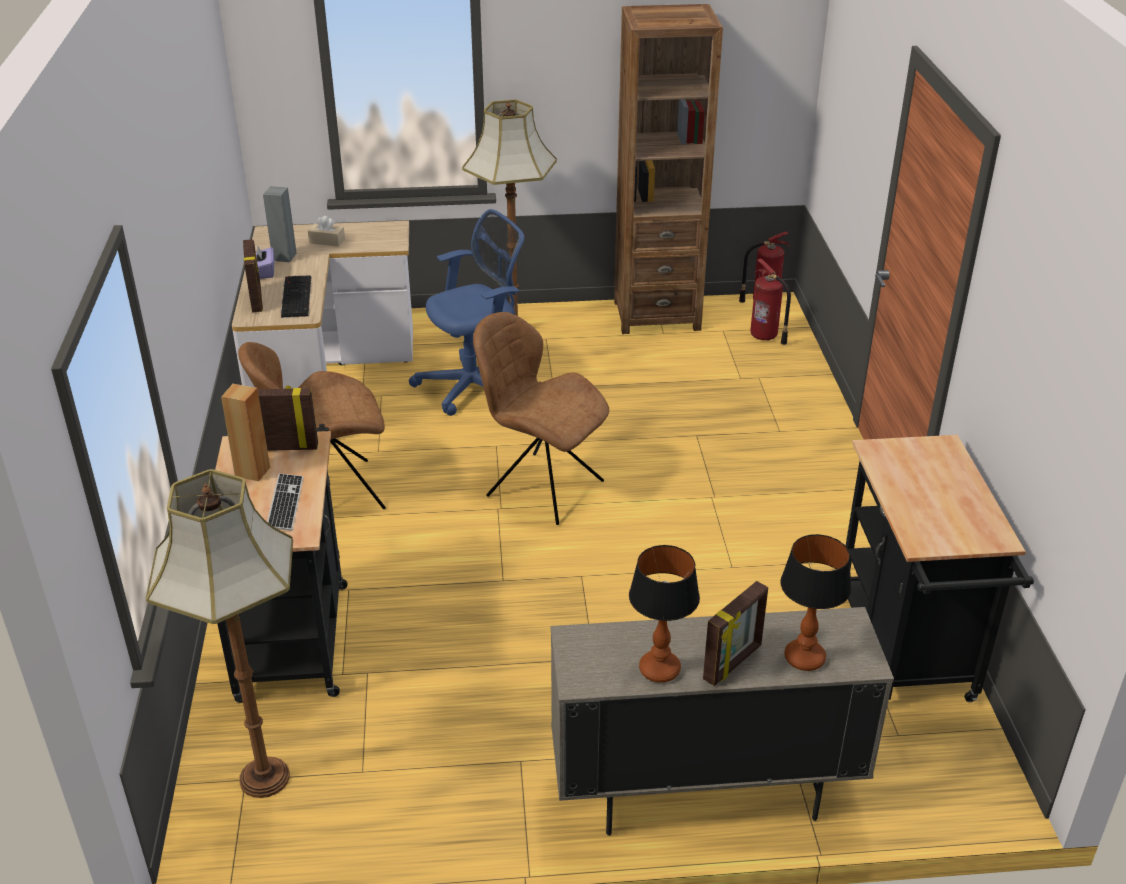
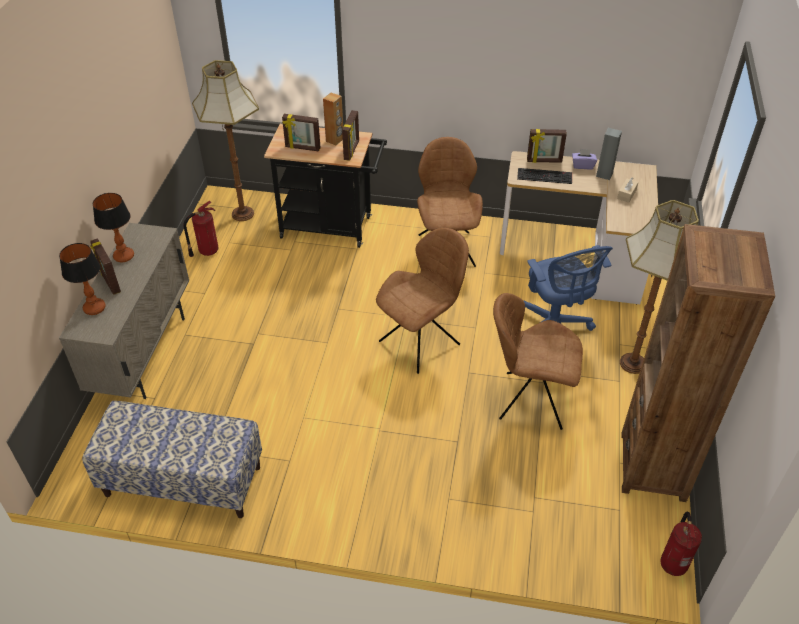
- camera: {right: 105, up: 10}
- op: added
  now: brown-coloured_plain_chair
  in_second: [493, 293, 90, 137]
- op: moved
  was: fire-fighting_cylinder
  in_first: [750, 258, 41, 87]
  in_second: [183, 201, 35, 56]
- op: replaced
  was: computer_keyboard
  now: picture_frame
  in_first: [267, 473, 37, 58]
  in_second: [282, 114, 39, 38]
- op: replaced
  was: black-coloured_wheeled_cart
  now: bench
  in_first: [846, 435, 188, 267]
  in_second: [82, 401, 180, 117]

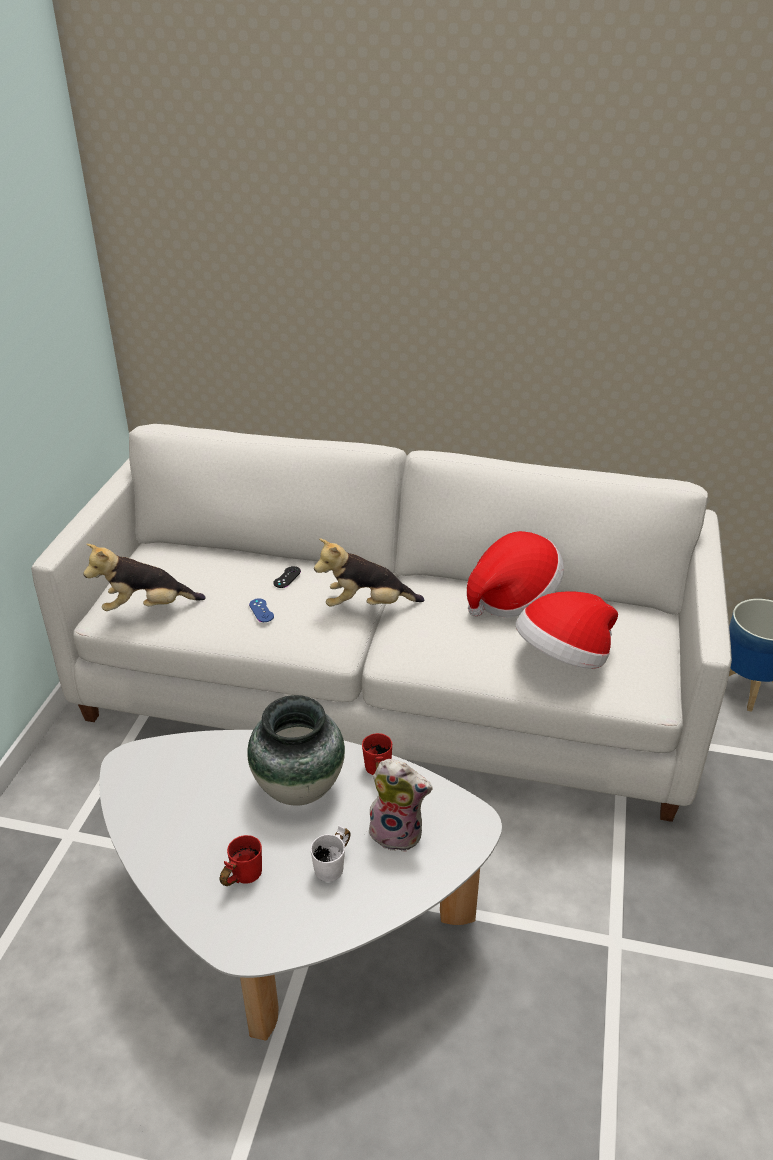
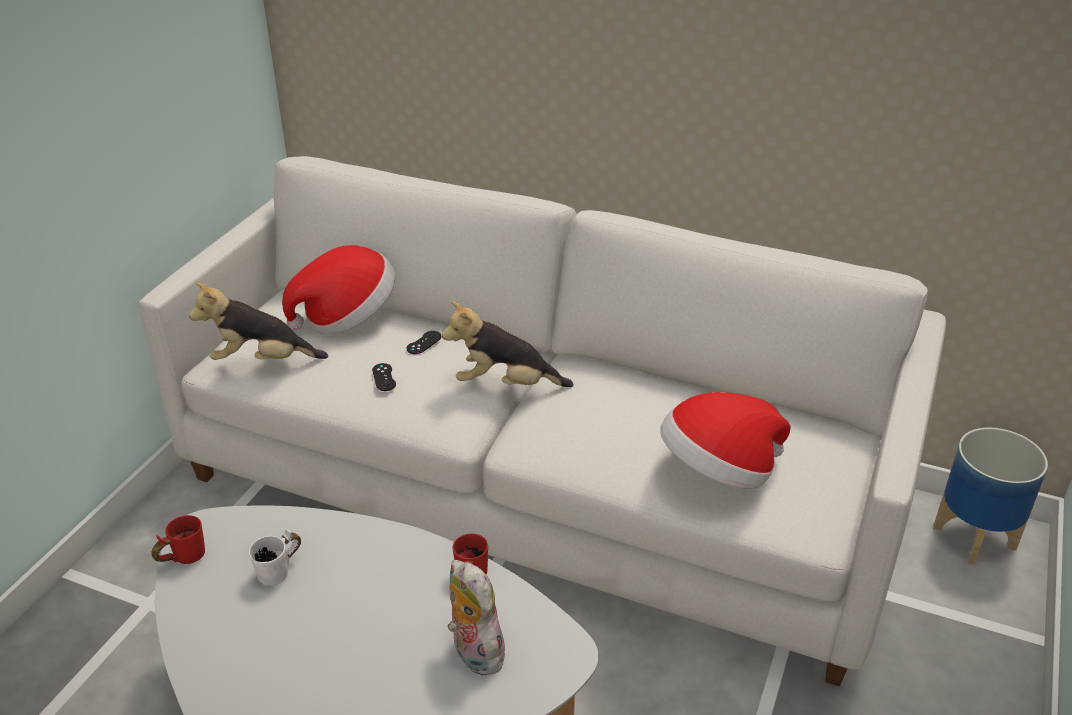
- camera: {right: 10, up: 0}
- op: removed
  was: flower_vase
  in_first: [247, 695, 98, 111]
- op: moved
  was: red-coloured_tea_mug
  in_first: [220, 835, 42, 51]
  in_second: [151, 515, 54, 49]
- op: moved
  was: white-coloured_tea_mug
  in_first: [311, 825, 39, 57]
  in_second: [249, 528, 52, 57]
- op: moved
  was: hat
  in_first: [467, 531, 97, 87]
  in_second: [282, 245, 113, 90]
- op: recoloured
  was: bluish_game_controller
  now: black-coloured_game_controller
  in_first: [249, 598, 25, 24]
  in_second: [372, 363, 24, 28]
- op: turned
  was: soft_toy
  in_first: [369, 759, 64, 93]
  in_second: [448, 560, 61, 116]
  clockwise: -150

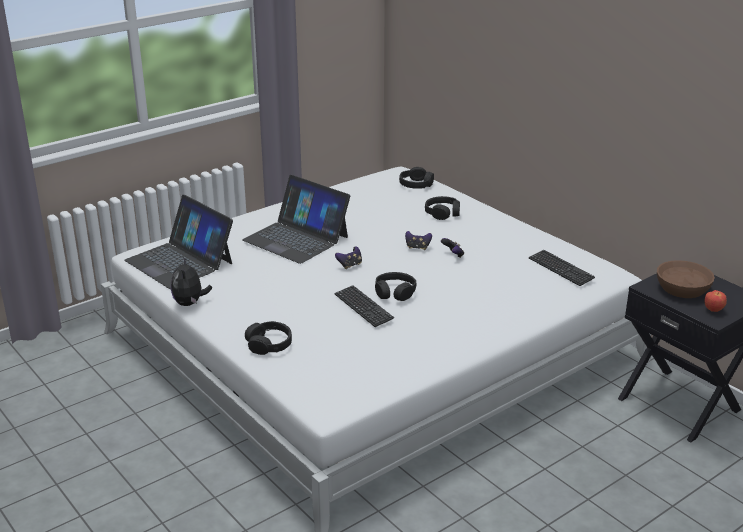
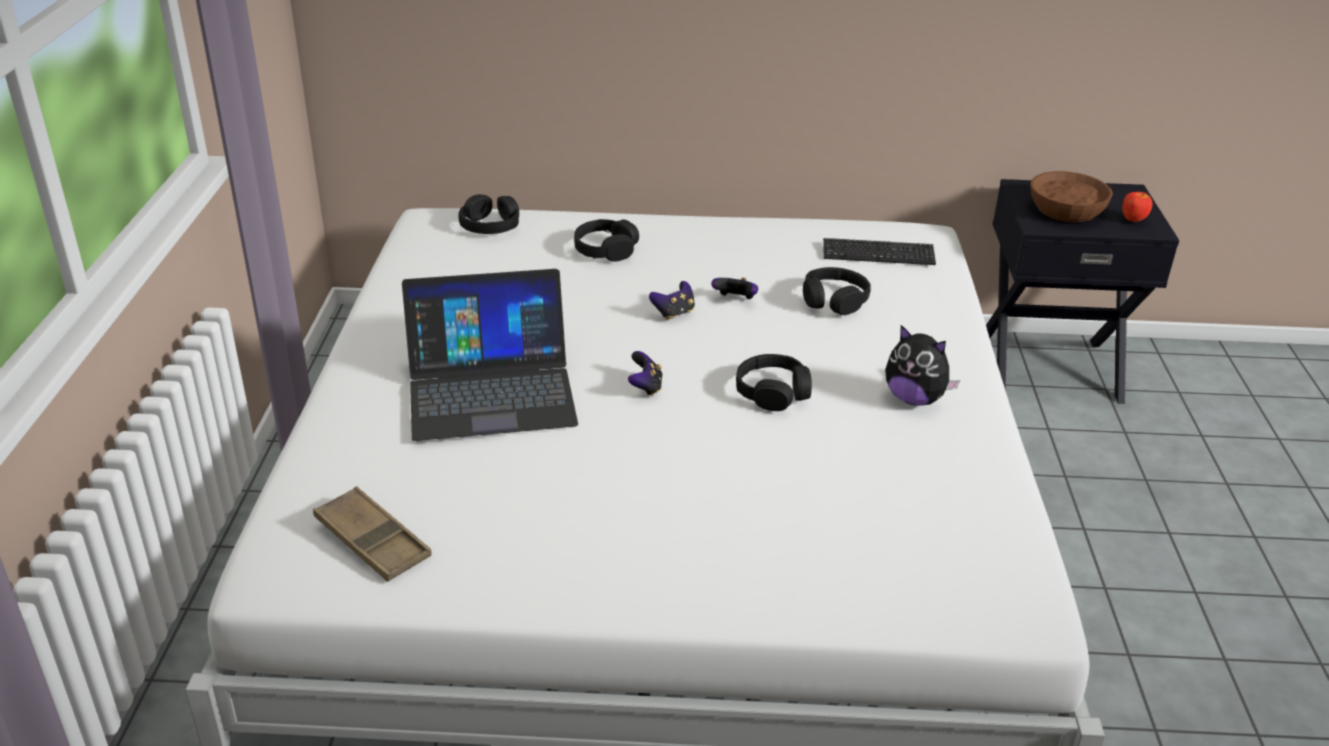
- camera: {right: -50, up: 5}
- op: removed
  was: computer_keyboard
  in_first: [335, 285, 59, 42]
- op: moved
  was: soft_toy
  in_first: [171, 257, 41, 49]
  in_second: [885, 325, 75, 81]
- op: moved
  was: black-coloured_headphones
  in_first: [245, 321, 47, 34]
  in_second: [803, 267, 68, 48]
- op: replaced
  was: laptop
  now: brown-coloured_carrying_tray
  in_first: [124, 195, 109, 94]
  in_second: [313, 486, 118, 96]

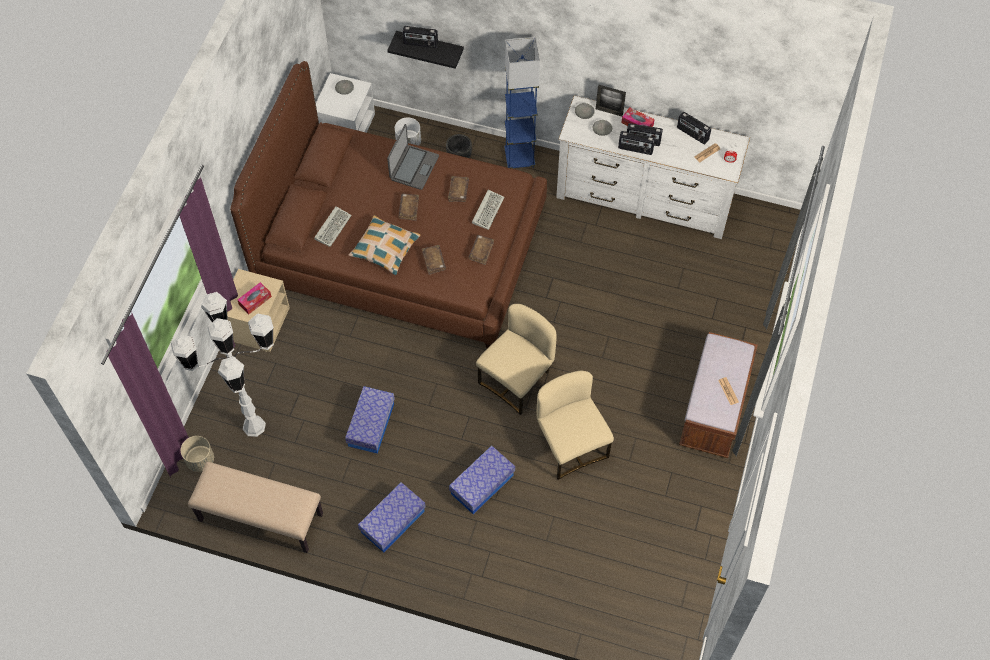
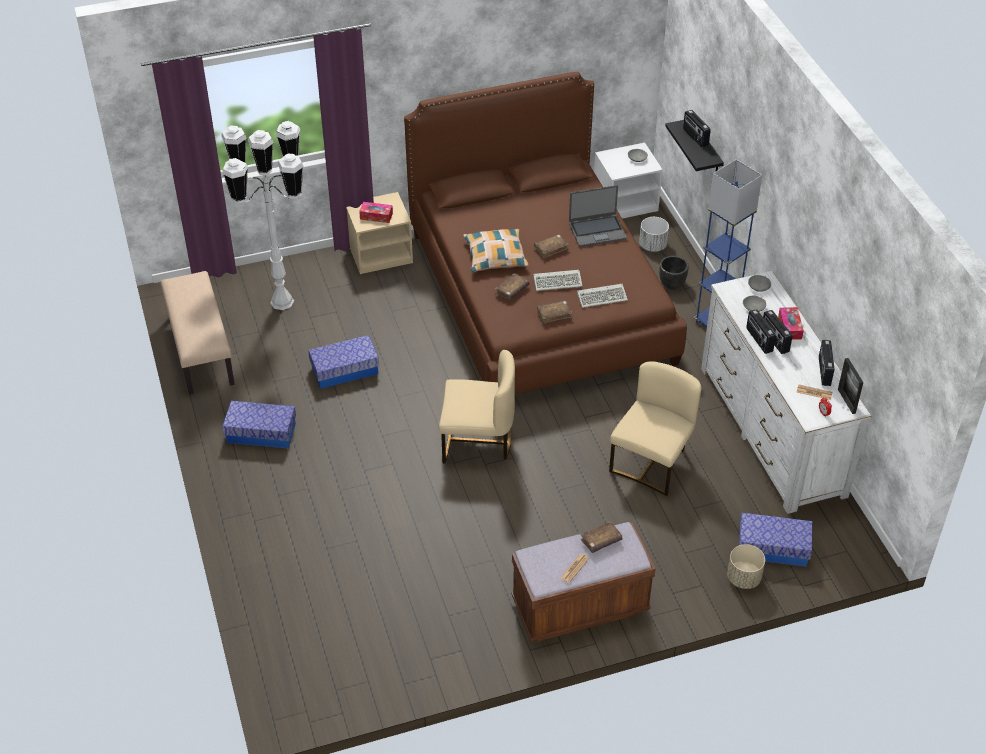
- camera: {right: 55, up: -15}
- op: moved
  was: beige_plant_pot
  in_first: [181, 436, 33, 36]
  in_second: [727, 544, 38, 45]
- op: moved
  was: computer_keyboard
  in_first: [314, 206, 38, 41]
  in_second: [533, 270, 50, 21]
- op: moved
  was: brown-coloured_volume
  in_first: [448, 176, 21, 26]
  in_second: [580, 521, 42, 32]
- op: moved
  was: storage_container
  in_first: [449, 446, 66, 68]
  in_second: [739, 513, 73, 54]
- op: moved
  was: beige_plain_chair
  in_first: [537, 371, 77, 109]
  in_second: [609, 361, 92, 135]
- op: moved
  was: picture_frame
  in_first: [596, 85, 30, 31]
  in_second: [838, 358, 26, 56]

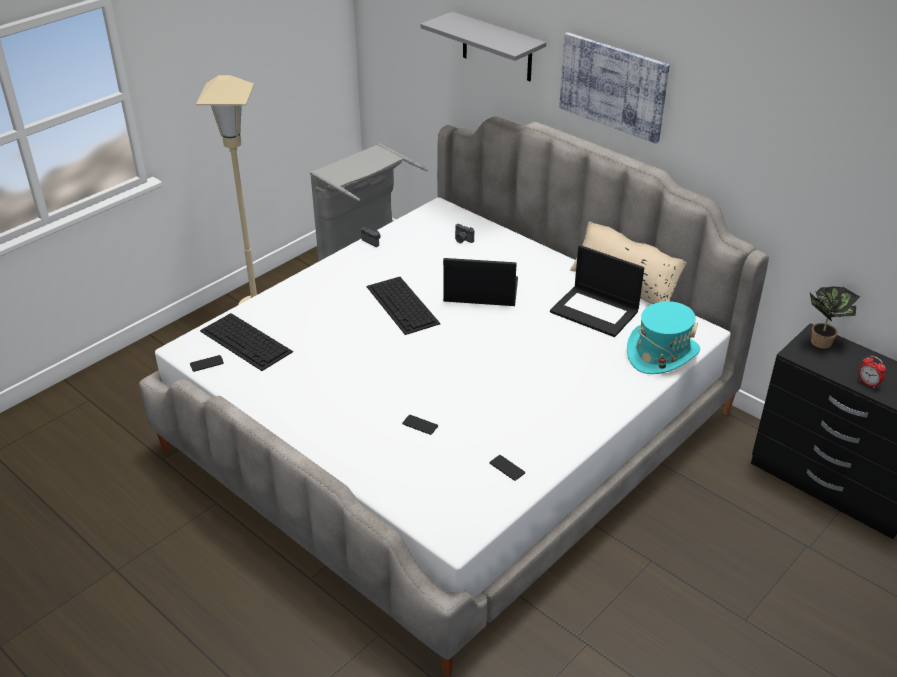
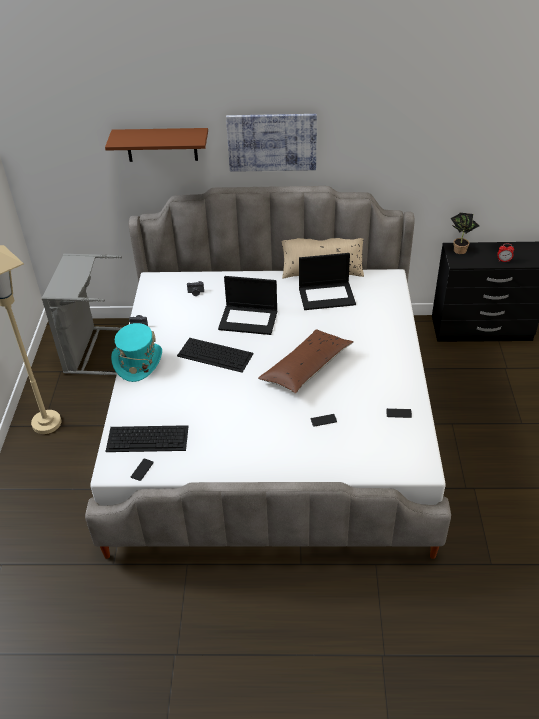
- camera: {right: -40, up: 5}
- op: added
  now: brown-coloured_pillow
  in_second: [258, 329, 96, 65]
- op: moved
  was: turquoise_hat
  in_first: [627, 301, 73, 73]
  in_second: [111, 323, 51, 59]
- op: recoloured
  was: gray_wall_shelf
  now: brown-coloured_wall_shelf
  in_first: [421, 12, 125, 69]
  in_second: [105, 128, 103, 34]
- op: turned
  was: laptop
  in_first: [443, 258, 75, 48]
  in_second: [218, 276, 59, 59]
  clockwise: -135

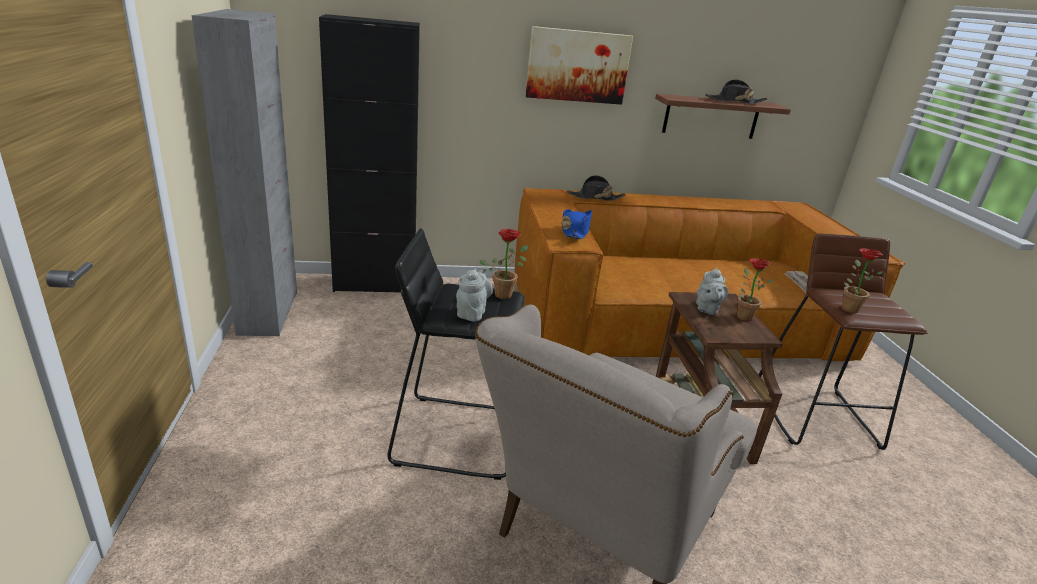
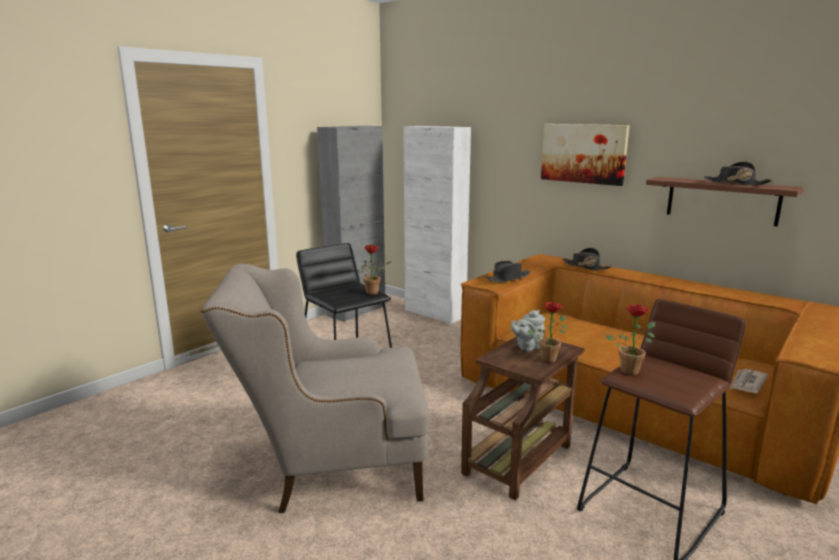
- camera: {right: 50, up: -10}
- op: removed
  was: gray_pot_for_tea
  in_first: [456, 266, 37, 56]
- op: recoloured
  was: black-coloured_cupboard
  now: white-coloured_cupboard
  in_first: [319, 14, 101, 278]
  in_second: [404, 126, 67, 198]
- op: recoloured
  was: bluish_hat
  now: black-coloured_hat
  in_first: [561, 209, 31, 30]
  in_second: [484, 261, 46, 22]

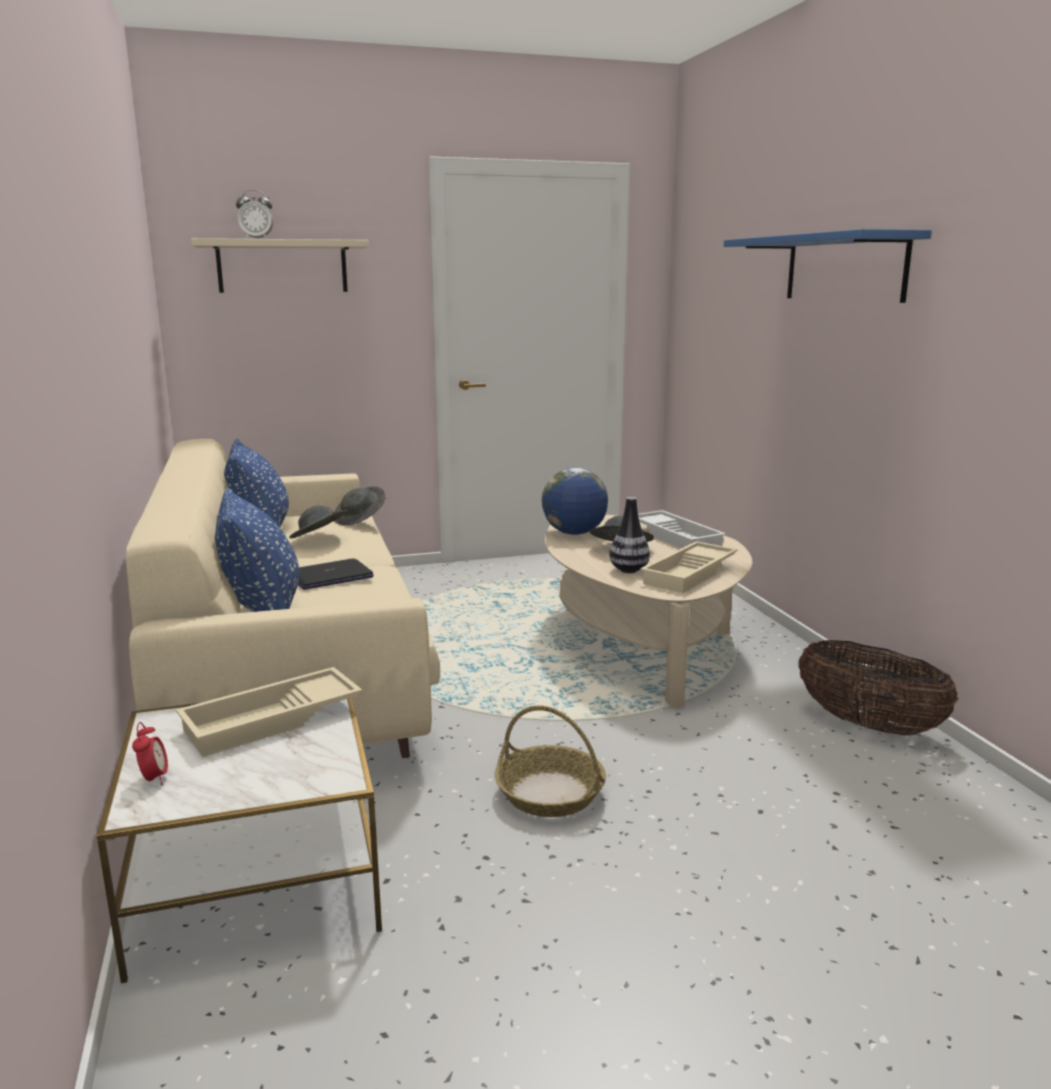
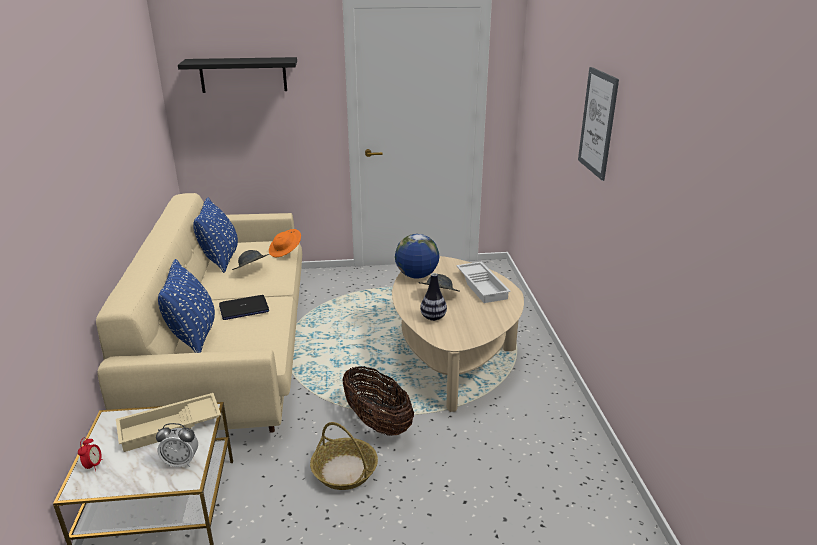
- camera: {right: 10, up: 10}
- op: removed
  was: beige_carrying_tray
  in_first: [640, 541, 98, 52]
- op: moved
  was: alarm_clock
  in_first: [236, 190, 37, 49]
  in_second: [156, 423, 42, 44]
- op: moved
  was: basket
  in_first: [798, 640, 161, 96]
  in_second: [343, 366, 71, 70]
- op: replaced
  was: bluish_wall_shelf
  now: picture
  in_first: [724, 229, 208, 74]
  in_second: [578, 67, 41, 114]
- op: recoloured
  was: beige_wall_shelf
  now: black-coloured_wall_shelf
  in_first: [191, 238, 178, 55]
  in_second: [178, 57, 119, 36]
- op: recoloured
  was: gray_hat
  now: orange_hat
  in_first: [335, 486, 50, 40]
  in_second: [269, 229, 32, 28]

